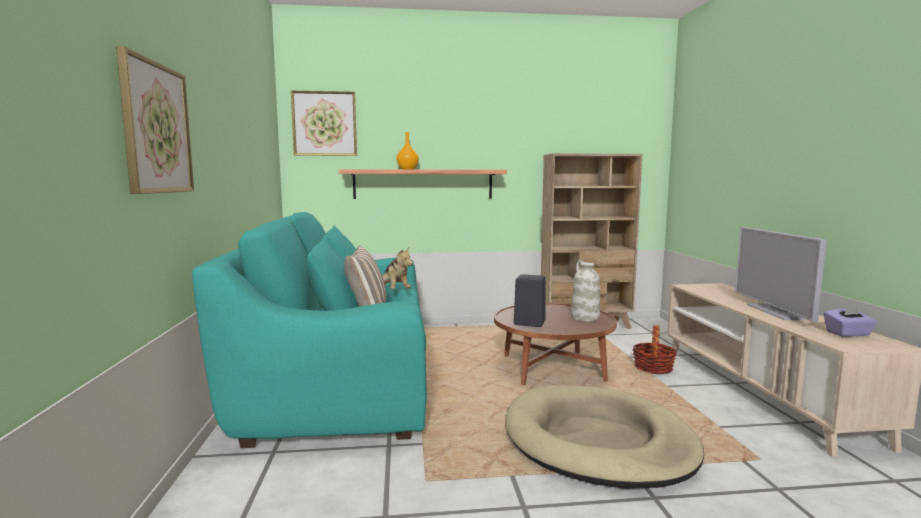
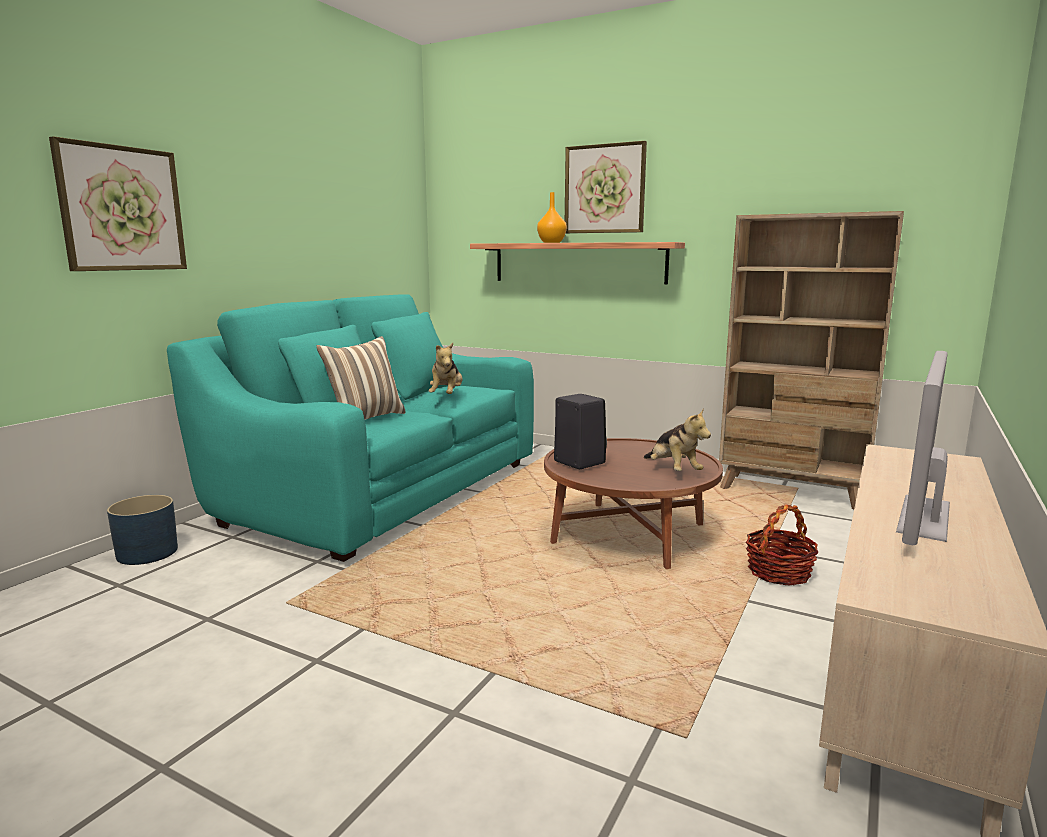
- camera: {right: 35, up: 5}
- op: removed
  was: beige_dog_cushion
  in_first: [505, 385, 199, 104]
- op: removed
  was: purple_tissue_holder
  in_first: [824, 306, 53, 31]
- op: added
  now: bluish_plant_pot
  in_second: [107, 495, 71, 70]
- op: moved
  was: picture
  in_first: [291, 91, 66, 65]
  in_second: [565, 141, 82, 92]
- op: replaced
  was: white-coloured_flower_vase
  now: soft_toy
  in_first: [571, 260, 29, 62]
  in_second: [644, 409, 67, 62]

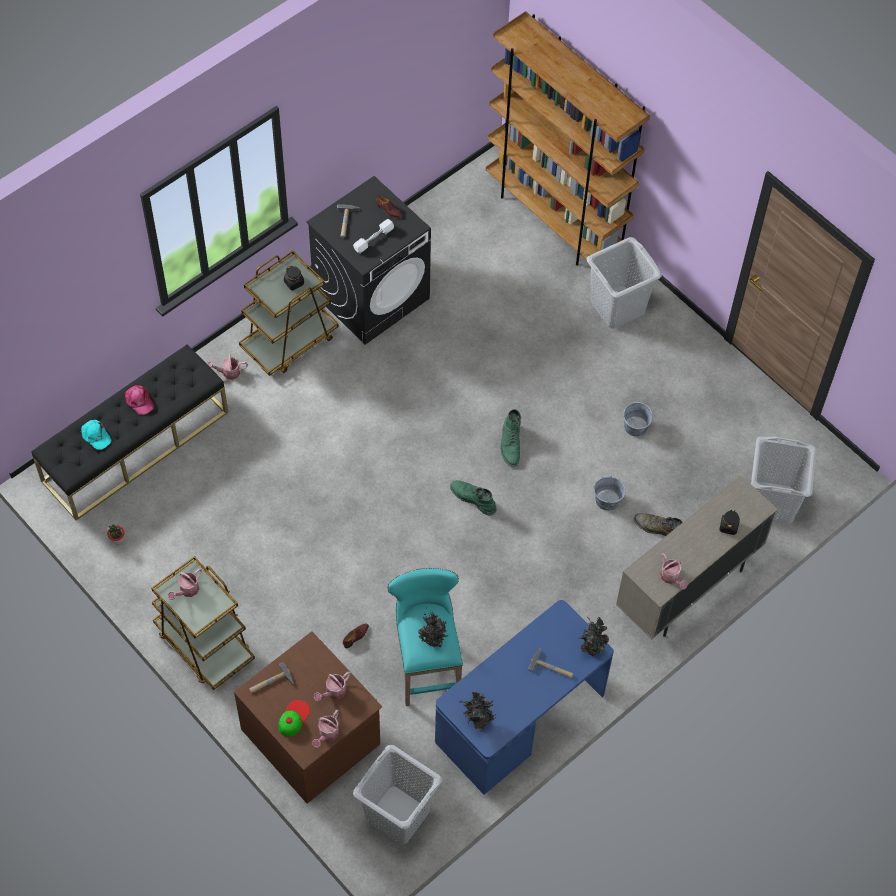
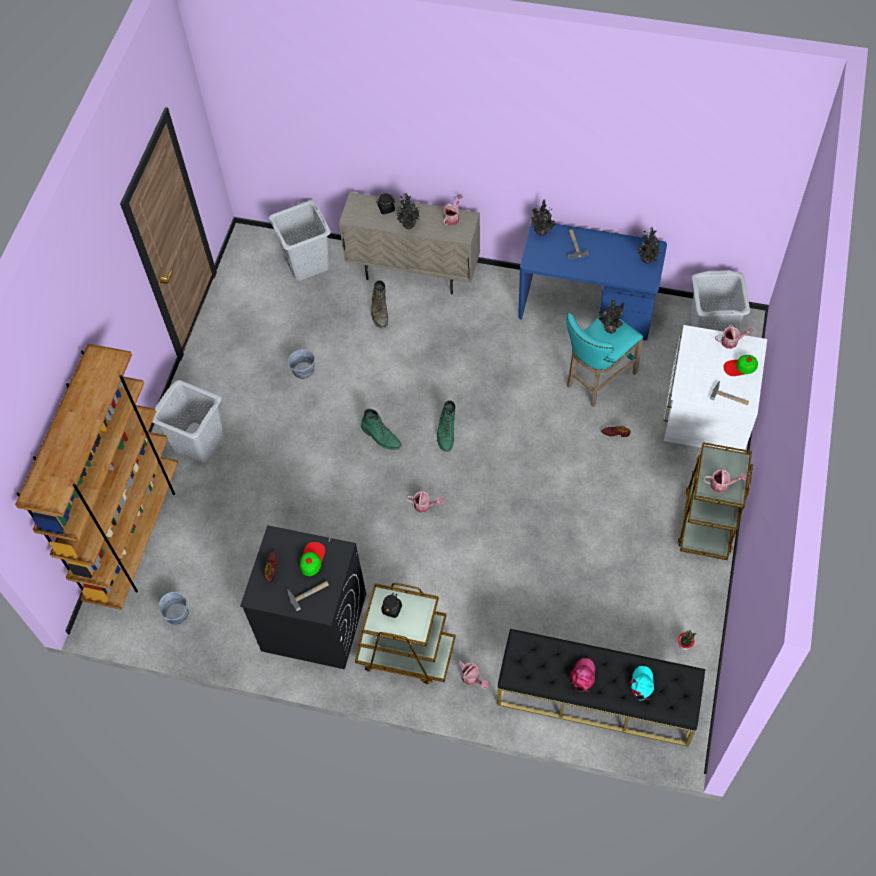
- camera: {right: -120, up: 0}
- op: added
  now: potted_plant
  in_second: [397, 193, 23, 36]
- op: moved
  was: watering_can
  in_first: [314, 672, 37, 29]
  in_second: [406, 490, 37, 23]
- op: moved
  was: gray_water_bucket
  in_first: [593, 476, 33, 35]
  in_second: [158, 592, 31, 33]
- op: replaced
  was: white-coloured_free_weight
  now: cap
  in_first: [353, 219, 41, 35]
  in_second: [300, 542, 25, 34]
- op: recoloured
  was: brown-coloured_chest_of_drawers
  now: white-coloured_chest_of_drawers
  in_first: [234, 631, 148, 173]
  in_second: [663, 325, 104, 127]
- op: turned
  was: greenish_tall_boot
  in_first: [500, 409, 21, 58]
  in_second: [361, 409, 41, 41]
  clockwise: 75

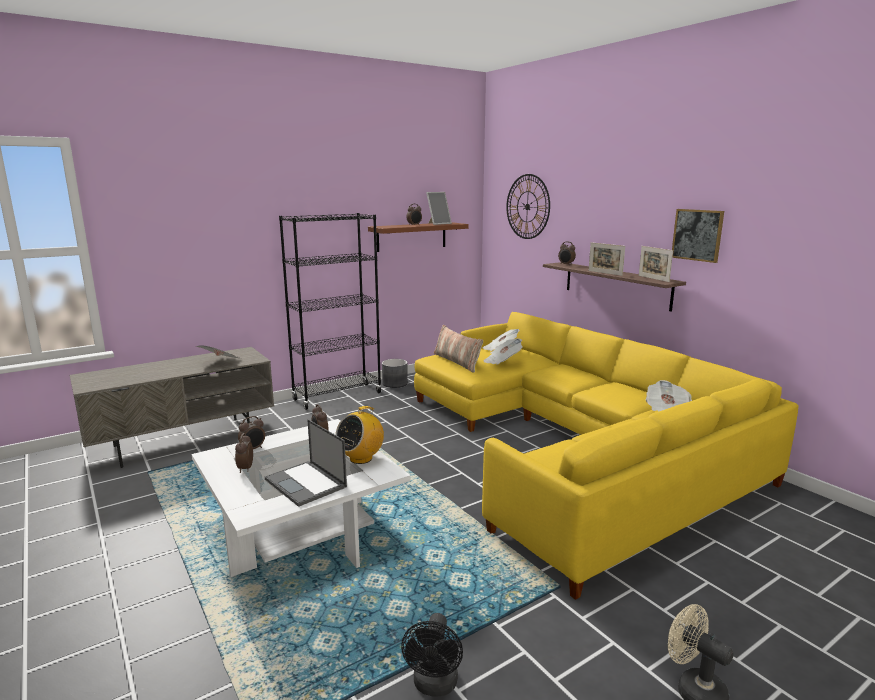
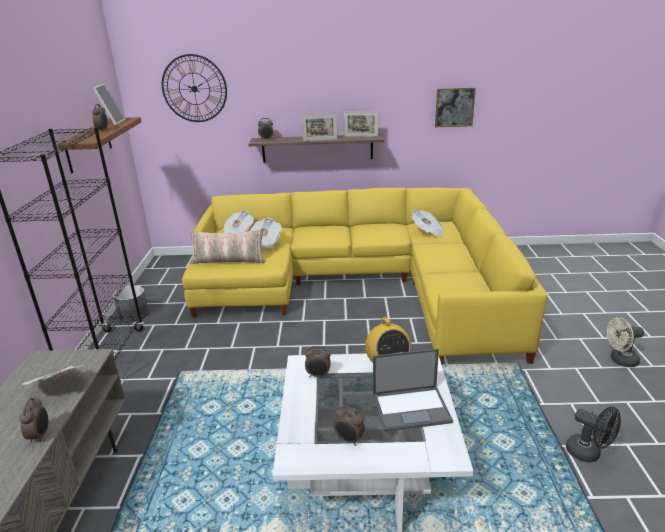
- camera: {right: -55, up: 10}
- op: moved
  was: alarm_clock
  in_first: [238, 416, 27, 33]
  in_second: [20, 397, 28, 46]
- op: moved
  was: picture
  in_first: [672, 209, 52, 54]
  in_second: [435, 87, 41, 40]

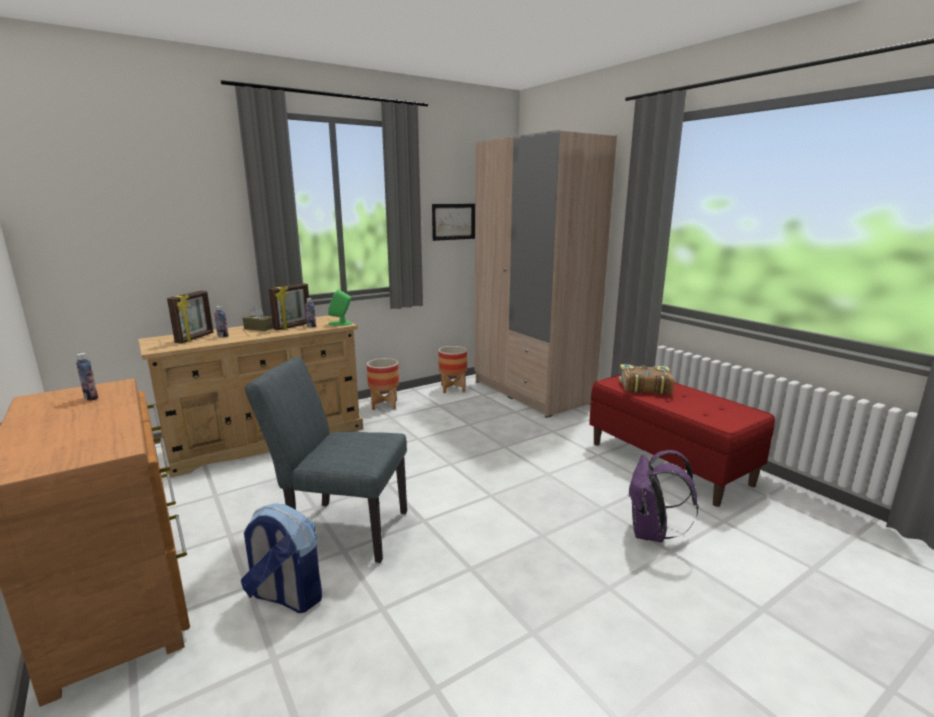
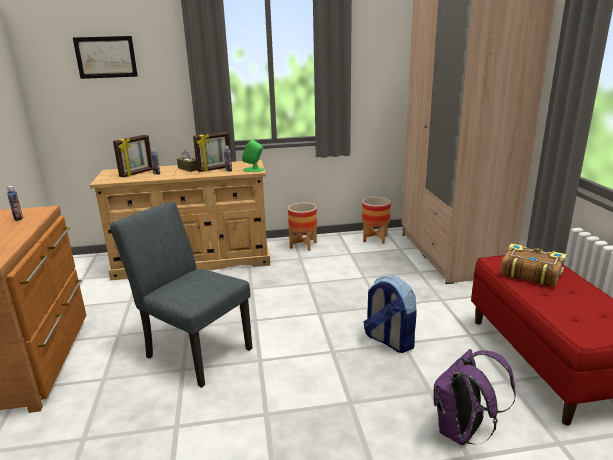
- camera: {right: 25, up: 5}
- op: moved
  was: backpack
  in_first: [241, 504, 81, 109]
  in_second: [363, 276, 54, 77]
- op: moved
  was: picture
  in_first: [432, 204, 43, 37]
  in_second: [73, 36, 65, 43]

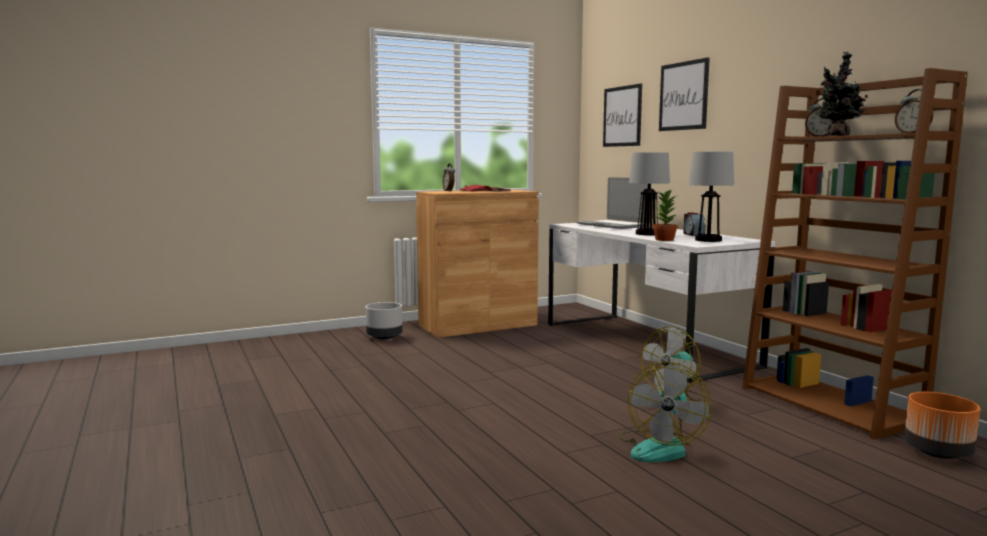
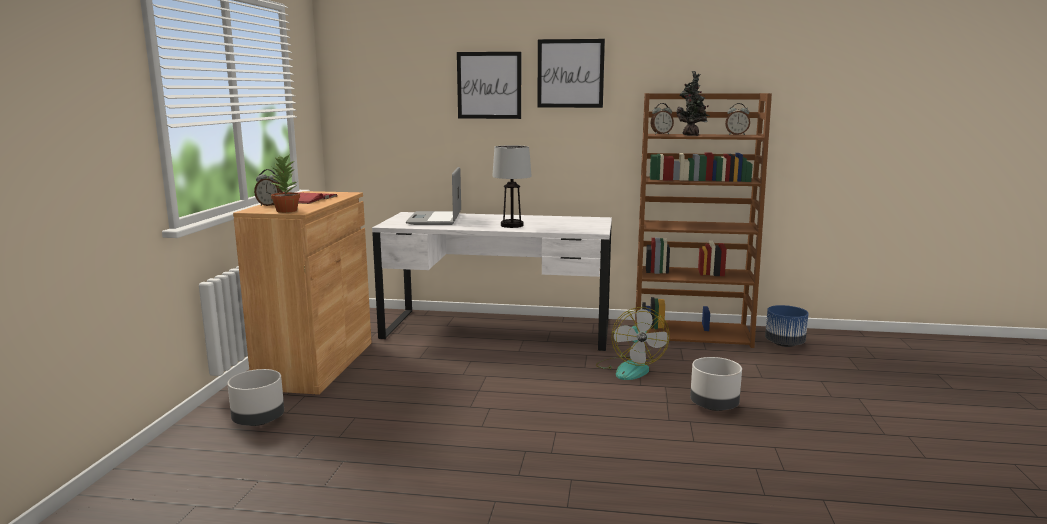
- camera: {right: -55, up: 5}
- op: removed
  was: alarm_clock
  in_first: [683, 213, 23, 23]
- op: removed
  was: table_lamp
  in_first: [689, 152, 45, 90]
- op: moved
  was: picture
  in_first: [603, 84, 39, 63]
  in_second: [537, 39, 68, 69]
- op: moved
  was: potted_plant
  in_first: [652, 189, 26, 52]
  in_second: [269, 155, 31, 58]
- op: replaced
  was: cooling_fan
  now: gray_plant_pot
  in_first: [619, 362, 93, 100]
  in_second: [690, 357, 52, 54]
- op: recoloured
  was: orange_plant_pot
  now: bluish_plant_pot
  in_first: [904, 392, 76, 67]
  in_second: [765, 305, 44, 42]
- op: turned
  was: laptop
  in_first: [576, 177, 74, 52]
  in_second: [406, 167, 55, 58]
  clockwise: 90

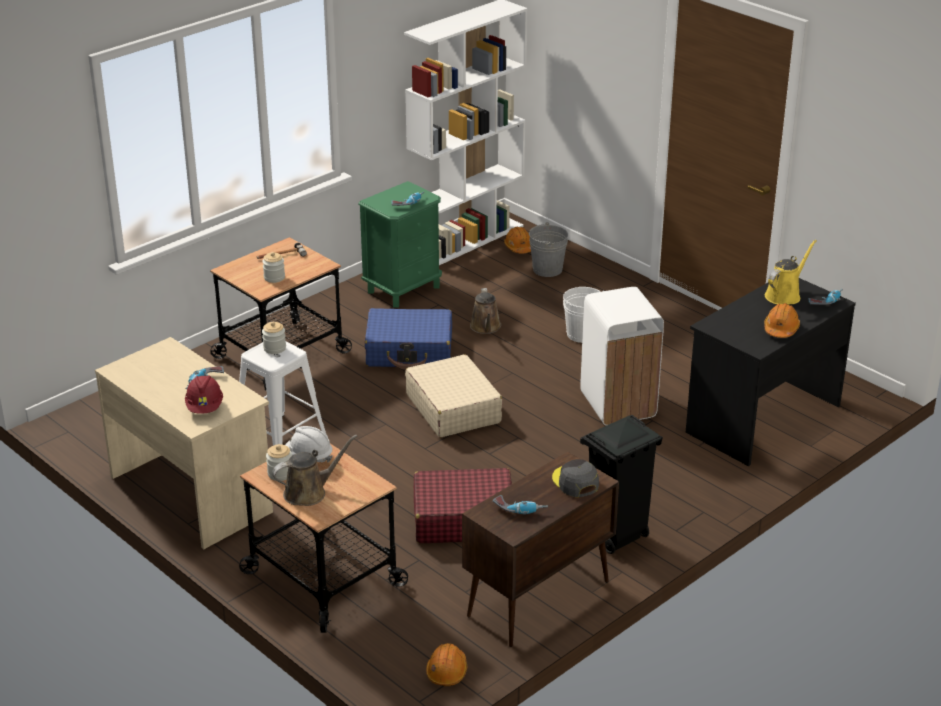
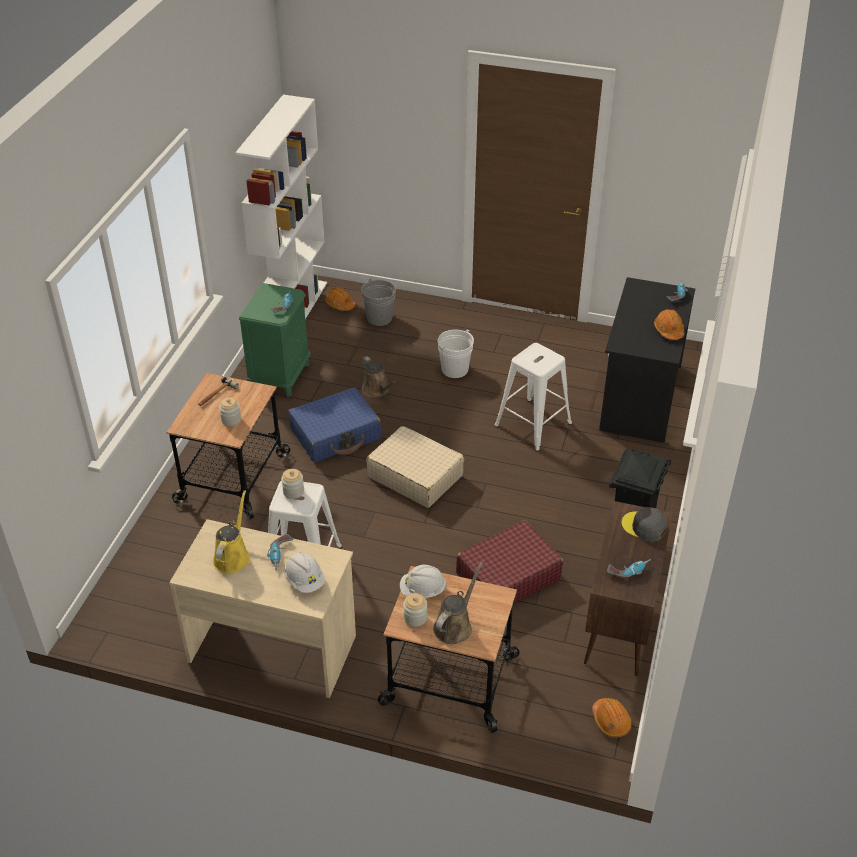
- camera: {right: -30, up: 10}
- op: moved
  was: yellow_watering_can
  in_first: [765, 240, 52, 65]
  in_second: [213, 490, 37, 84]
- op: replaced
  was: white-coloured_trash_can
  now: white-coloured_stool_seat
  in_first: [580, 287, 84, 139]
  in_second: [494, 343, 78, 108]
- op: recoloured
  was: red-coloured_hard_hat
  now: white-coloured_hard_hat
  in_first: [185, 376, 38, 38]
  in_second: [284, 552, 41, 41]

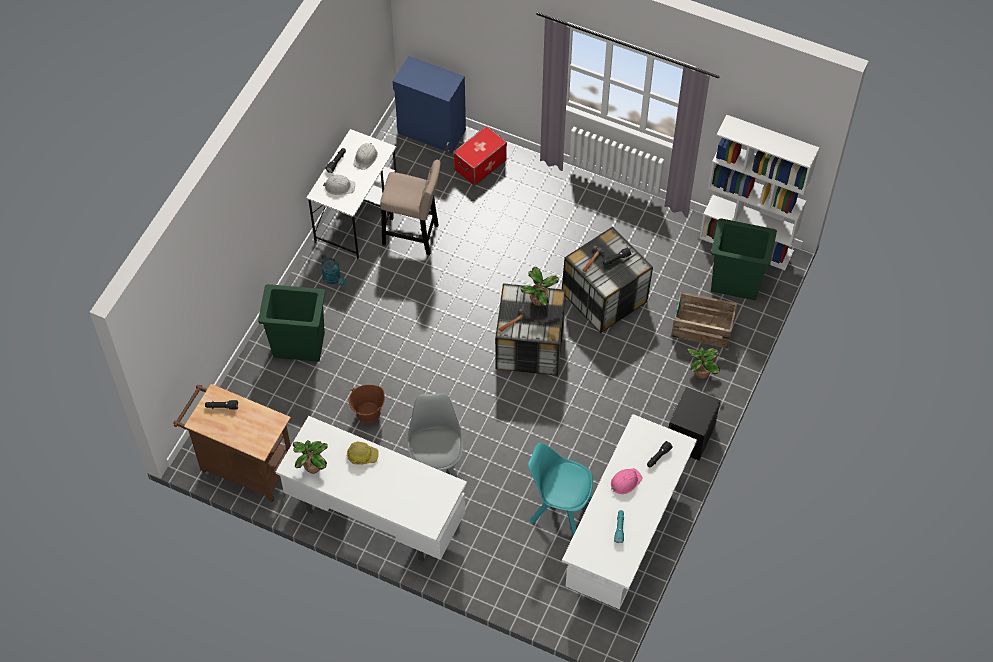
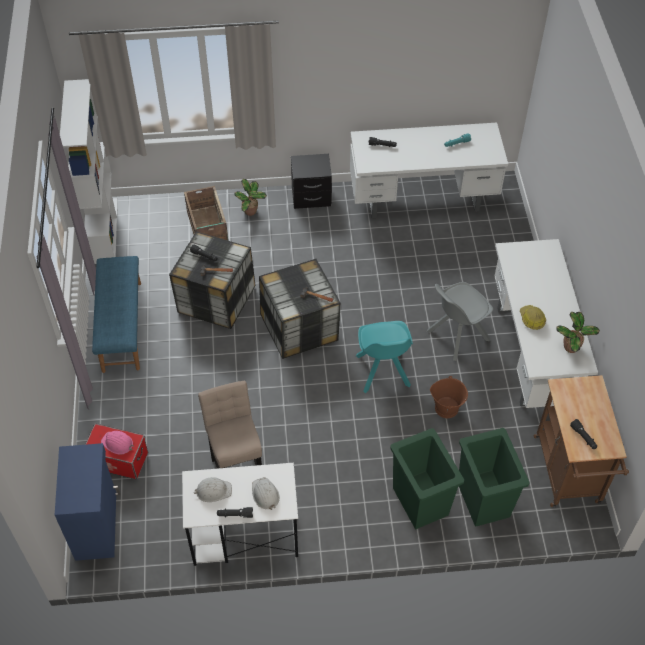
- camera: {right: -120, up: -5}
- op: removed
  was: turquoise_watering_can
  in_first: [321, 254, 25, 32]
- op: removed
  was: potted_plant
  in_first: [520, 267, 39, 39]
- op: added
  now: bluish_bench
  in_second: [92, 256, 49, 117]
- op: moved
  was: turquoise_plain_chair
  in_first: [528, 443, 65, 93]
  in_second: [356, 321, 57, 72]
- op: moved
  was: pink-coloured_hard_hat
  in_first: [611, 468, 31, 26]
  in_second: [101, 431, 33, 24]
- op: moved
  was: greenish_trash_can
  in_first: [711, 218, 66, 82]
  in_second: [459, 428, 71, 99]

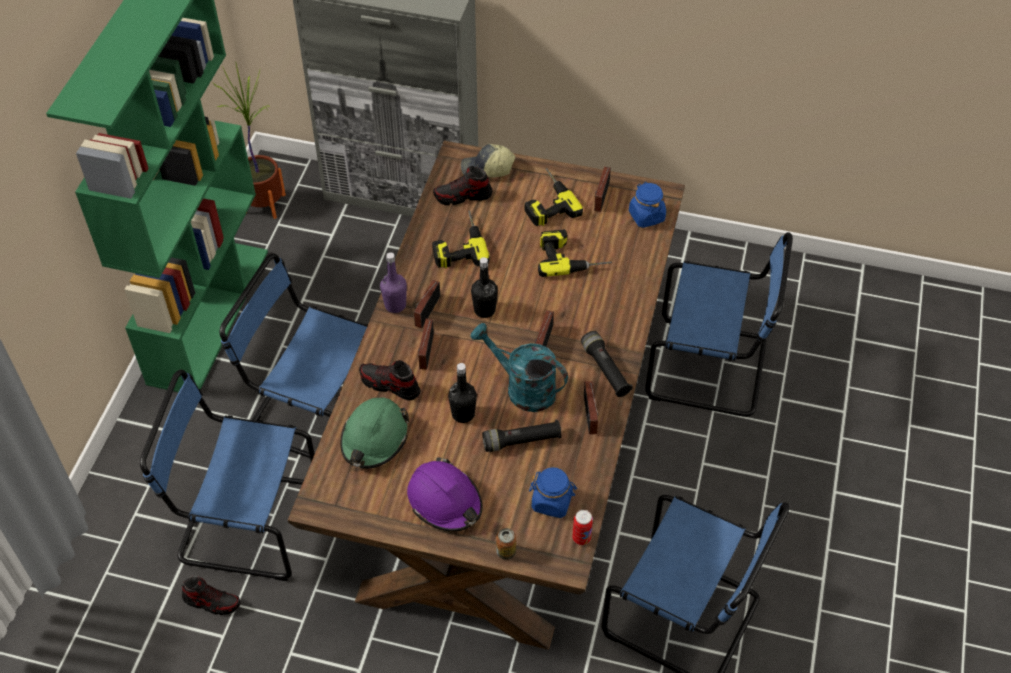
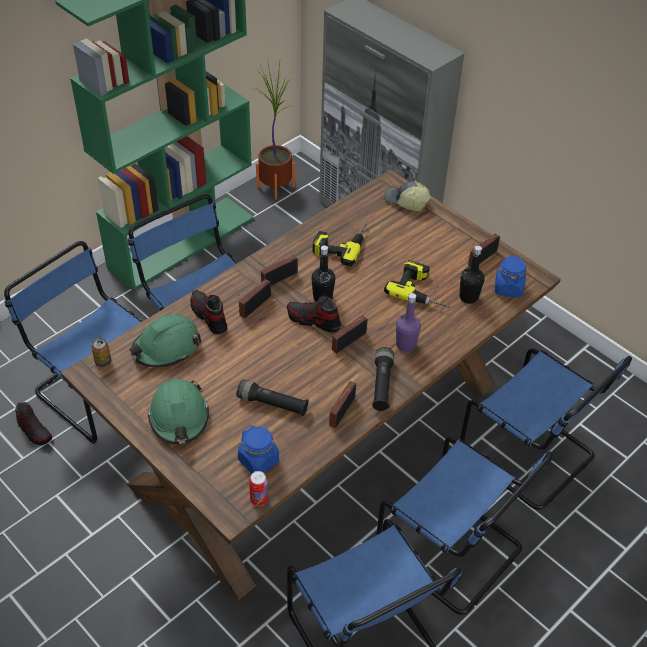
- camera: {right: 30, up: -5}
- op: removed
  was: turquoise_watering_can
  in_first: [470, 323, 98, 89]
- op: removed
  was: electric_drill
  in_first: [525, 168, 58, 58]
- op: added
  now: bluish_plain_chair
  in_second: [376, 437, 177, 178]
- op: moved
  was: purple_beverage_bottle
  in_first: [380, 252, 27, 61]
  in_second: [396, 293, 25, 59]
- op: moved
  was: shoe
  in_first: [433, 166, 60, 39]
  in_second: [287, 296, 54, 37]
- op: moved
  was: black-coloured_beverage_bottle
  in_first: [448, 363, 29, 60]
  in_second: [459, 246, 25, 58]
- op: moved
  was: sealed_can
  in_first: [496, 528, 20, 32]
  in_second: [91, 338, 20, 29]
- op: recoloured
  was: purple_hard_hat
  now: greenish_hard_hat
  in_first: [407, 457, 76, 75]
  in_second: [148, 378, 61, 66]

